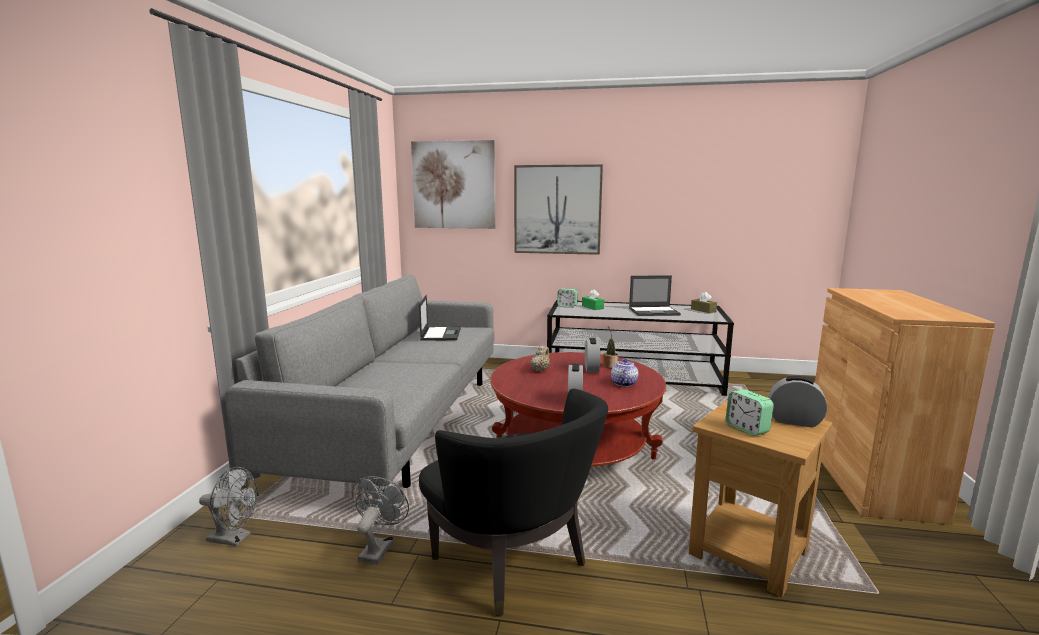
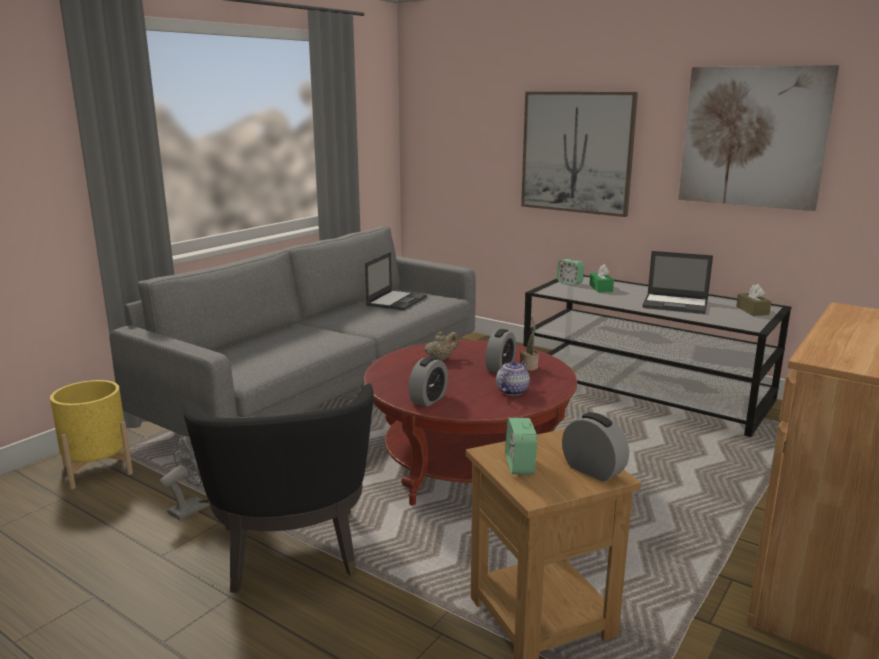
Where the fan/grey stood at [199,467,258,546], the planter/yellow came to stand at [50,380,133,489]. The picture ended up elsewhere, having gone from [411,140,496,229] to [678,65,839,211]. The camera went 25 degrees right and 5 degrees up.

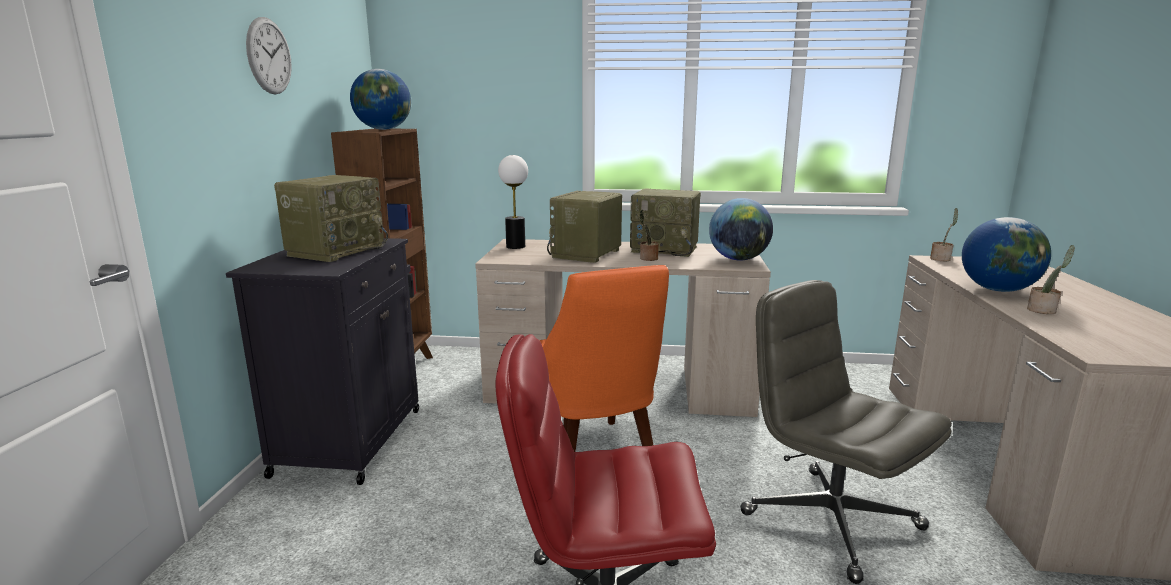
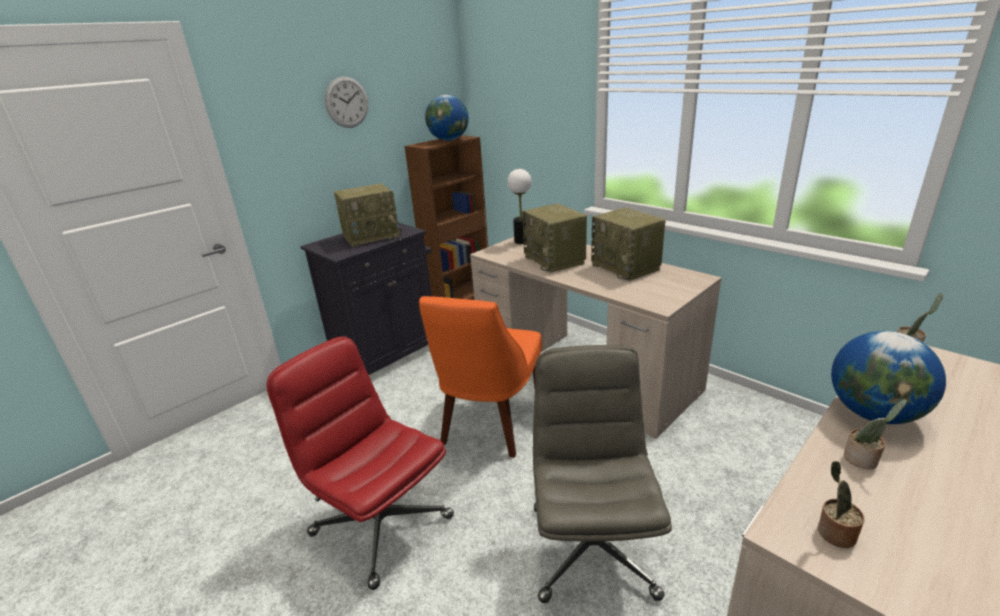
The radio at [547,191,622,263] ended up facing another way, 90 degrees counterclockwise from before. The potted plant ended up elsewhere, having gone from [640,209,659,261] to [818,461,865,548]. The second view lost the globe at [709,198,773,260]. The camera went 40 degrees right and 10 degrees up.

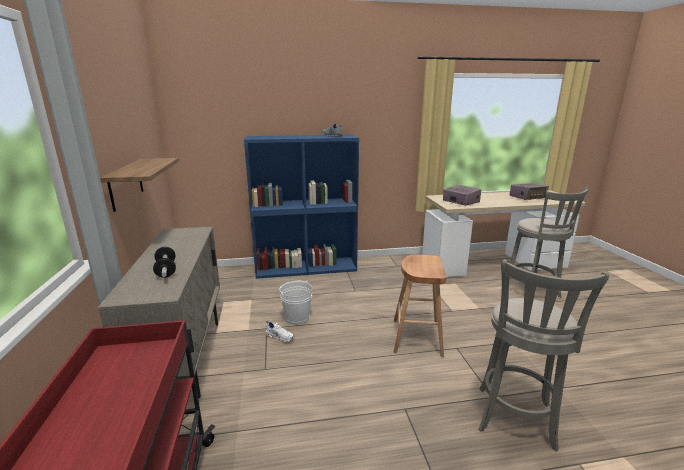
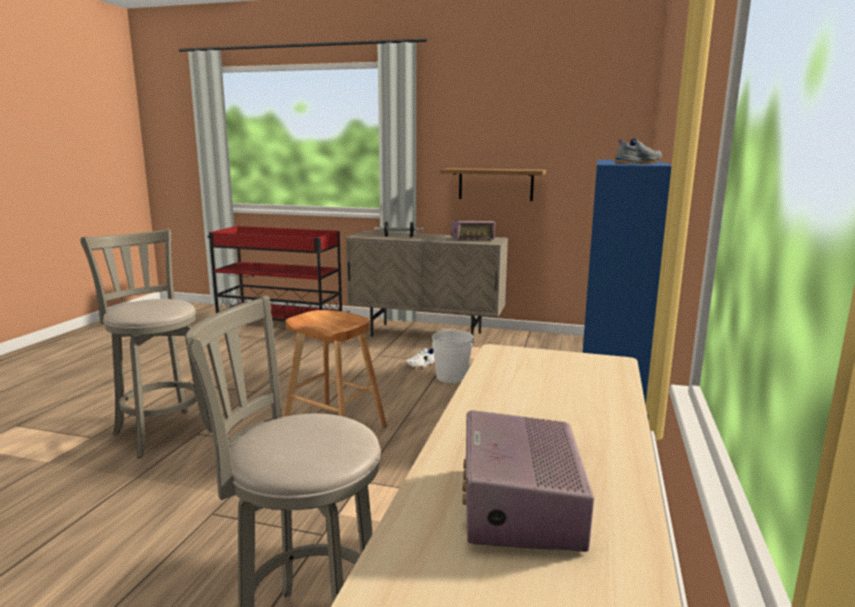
The radio ended up elsewhere, having gone from [443,184,481,206] to [451,220,495,240]. The camera went 115 degrees right and 5 degrees down.

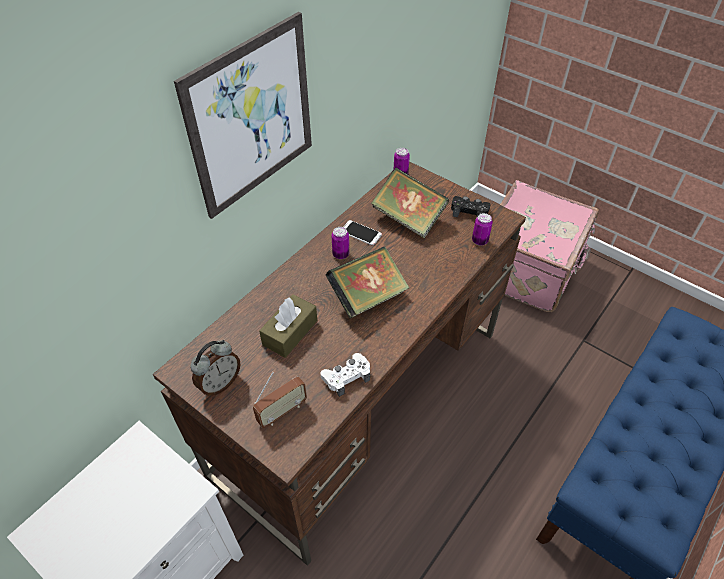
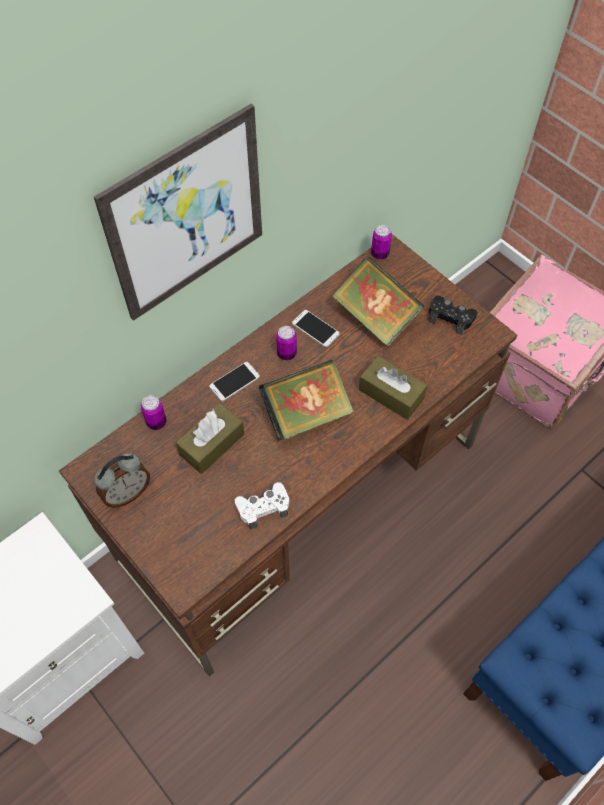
The second view lost the radio at [253,372,307,428]. The can ended up elsewhere, having gone from [472,213,493,245] to [141,395,167,430]. The second view gained the phone at [209,362,260,401]. The second view gained the tissue box/brown at [359,356,428,420]. The camera went 10 degrees right and 10 degrees up.

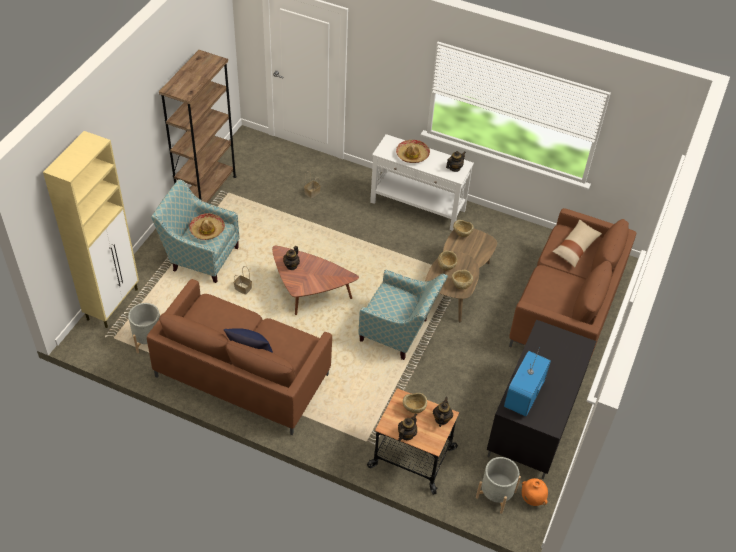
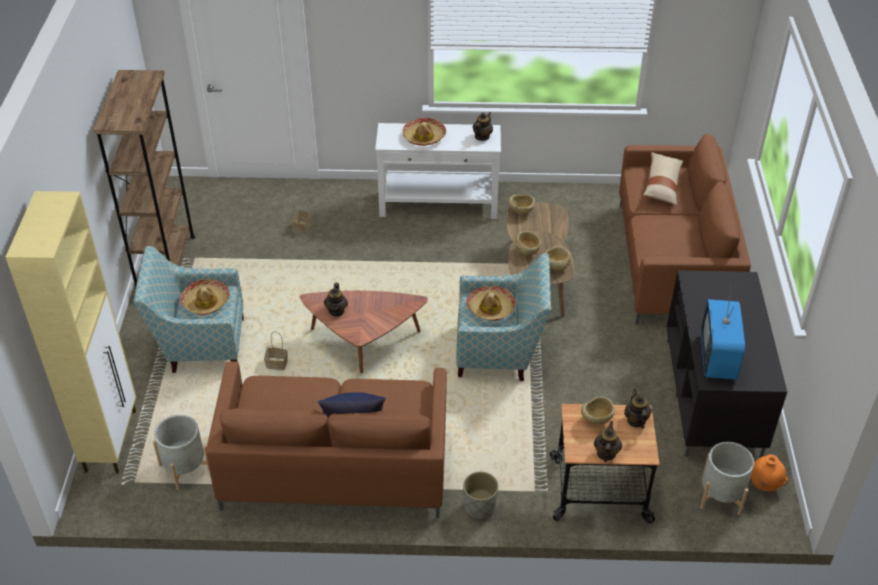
The second view gained the planter/grey at [463,472,499,519]. The second view gained the hat at [466,286,516,321]. The camera went 20 degrees left and 5 degrees down.

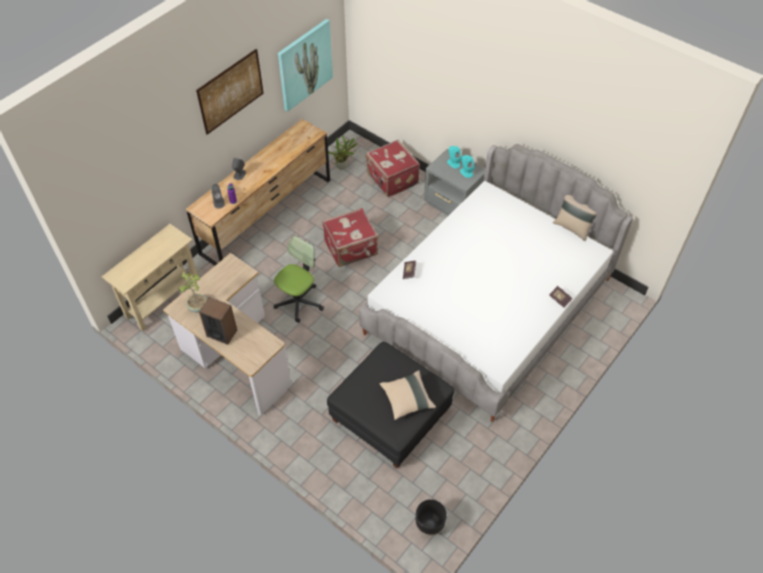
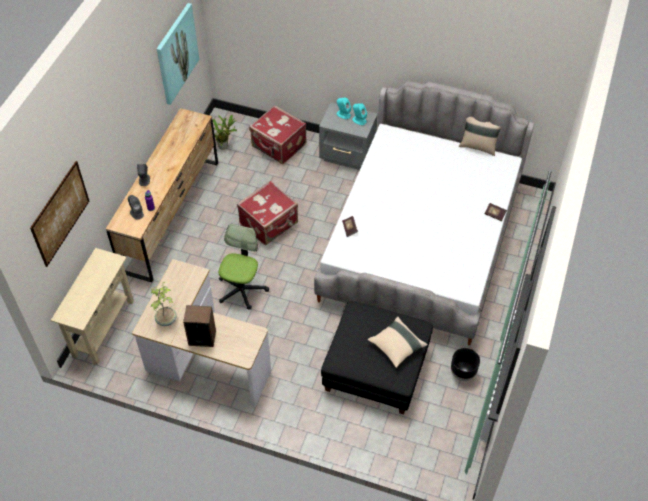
The picture ended up elsewhere, having gone from [196,49,264,135] to [30,161,89,267]. The planter/black ended up elsewhere, having gone from [416,499,447,536] to [451,348,480,381]. The camera went 20 degrees left and 0 degrees up.

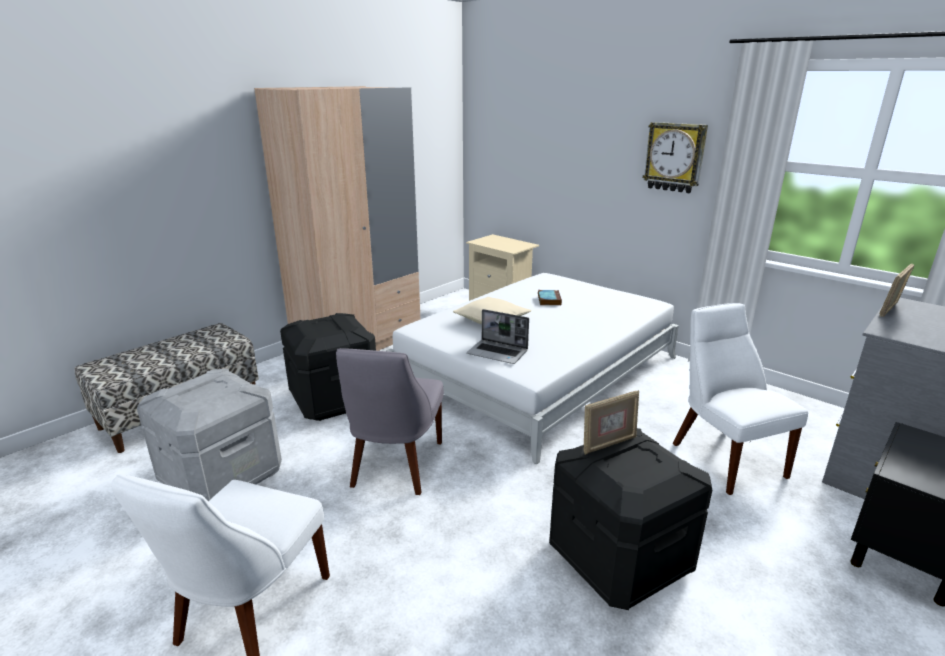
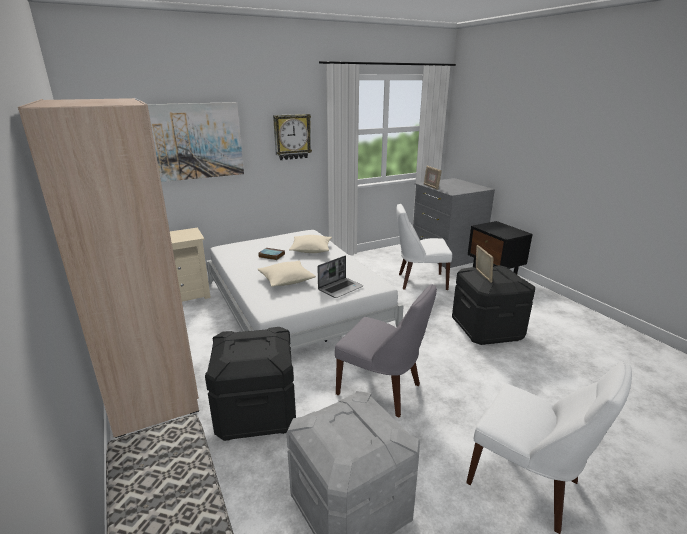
The second view gained the picture at [148,102,244,182]. The second view gained the pillow/beige at [289,235,332,253]. The camera went 70 degrees left and 0 degrees up.

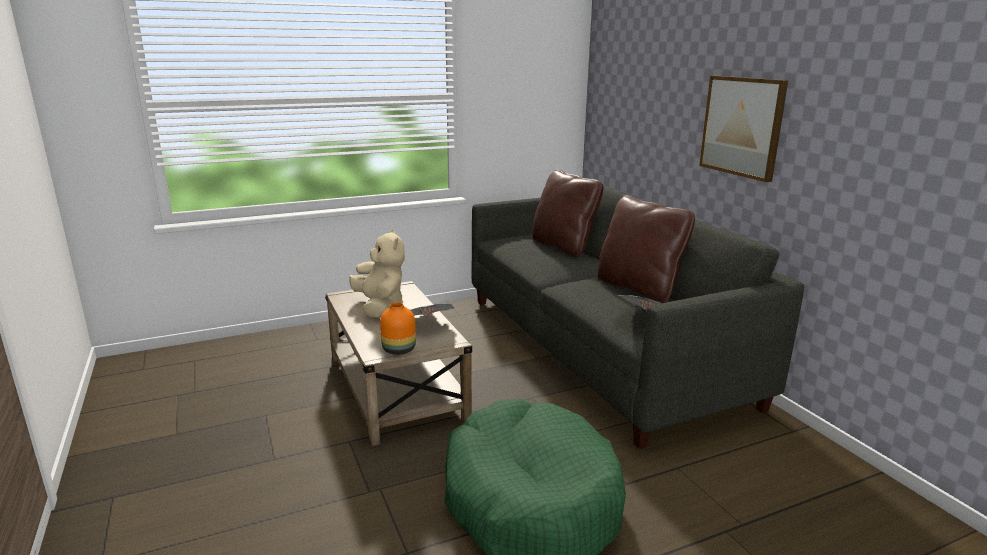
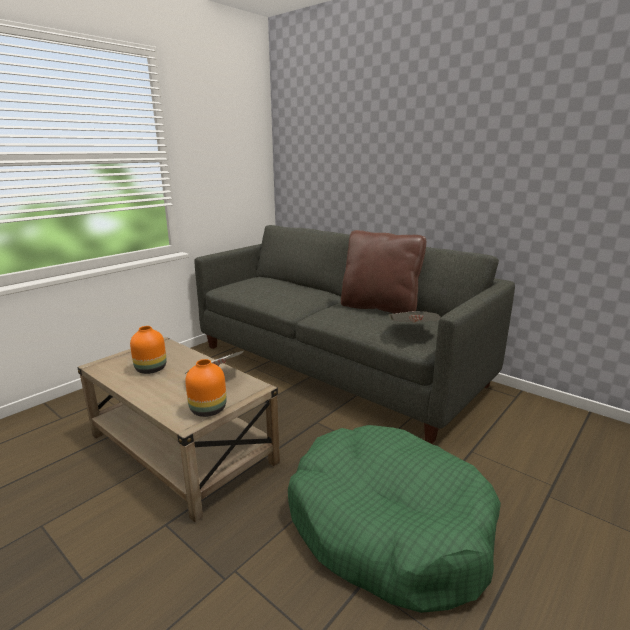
Where the plush toy/beige stood at [349,229,405,318], the vase/orange came to stand at [130,326,167,374]. The second view lost the pillow/brown at [532,170,604,257]. The second view lost the picture at [699,76,788,182]. The camera went 25 degrees left and 0 degrees up.

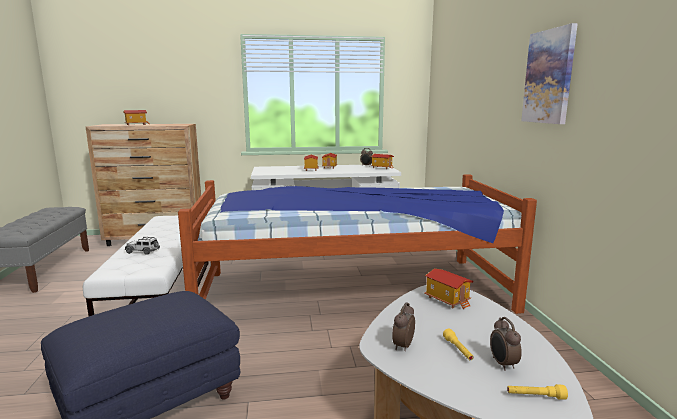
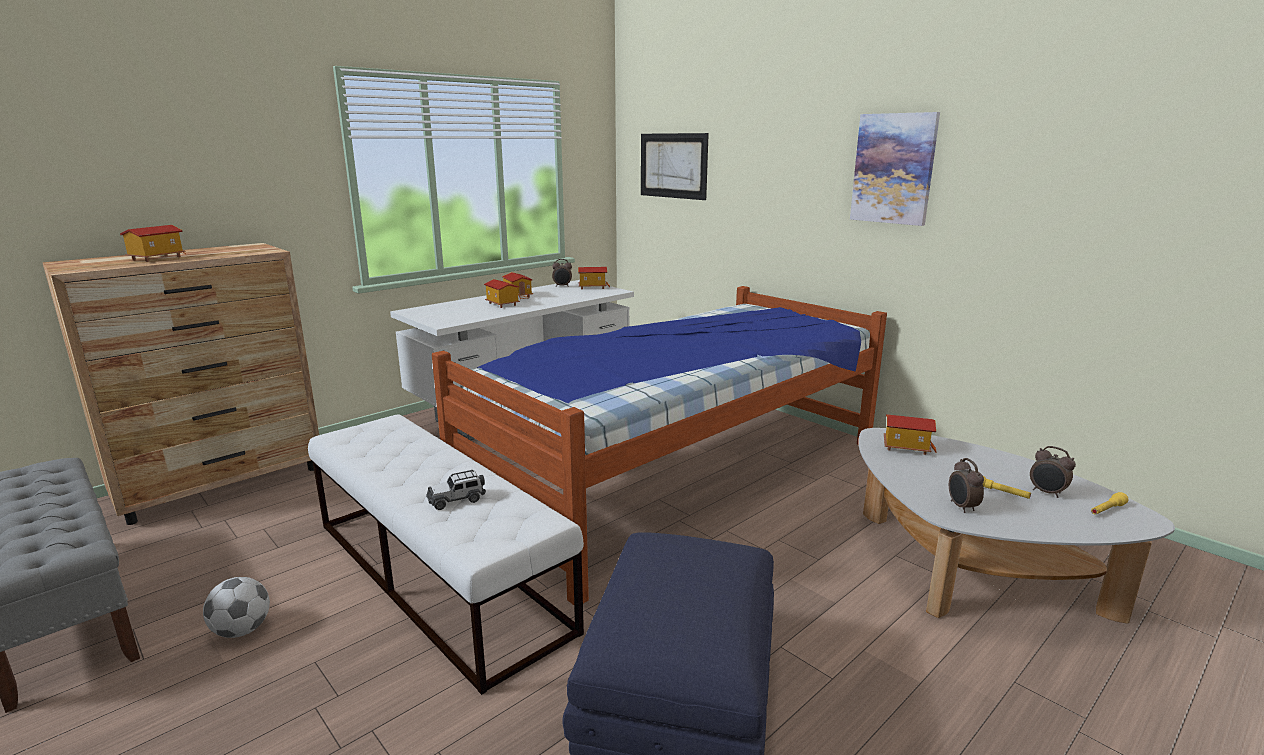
The second view gained the football at [203,577,270,638]. The second view gained the picture at [641,133,709,200]. The camera went 35 degrees left and 5 degrees up.

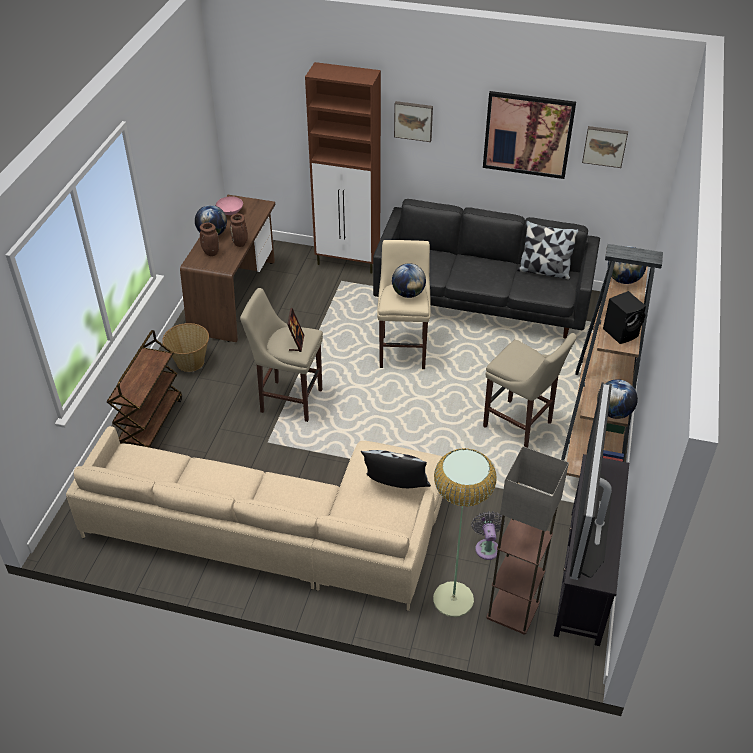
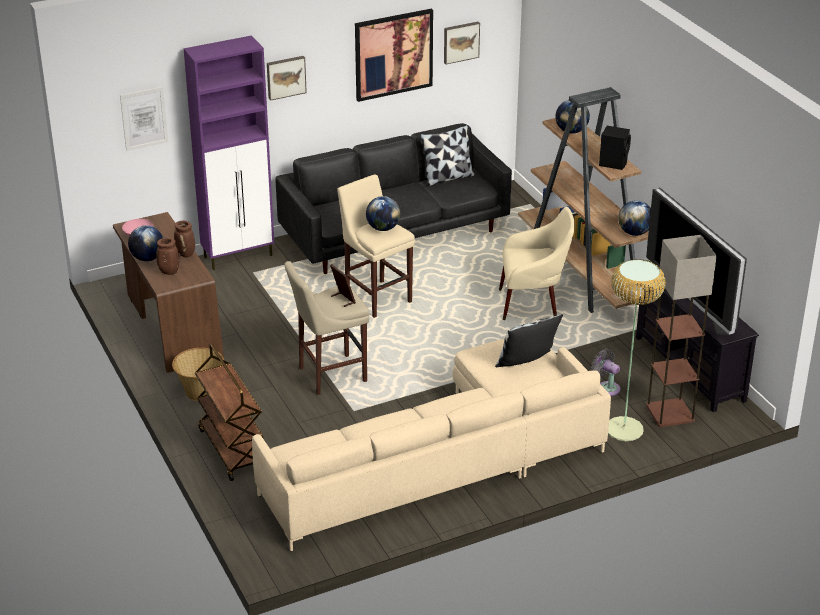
What was the cabinet/brown at [305,62,381,273] turned into the cabinet/purple at [183,35,274,270]. Where the stool/beige stood at [483,333,577,448], the armchair/beige came to stand at [499,207,575,320]. The second view gained the picture at [120,87,168,151]. The camera went 40 degrees left and 10 degrees down.

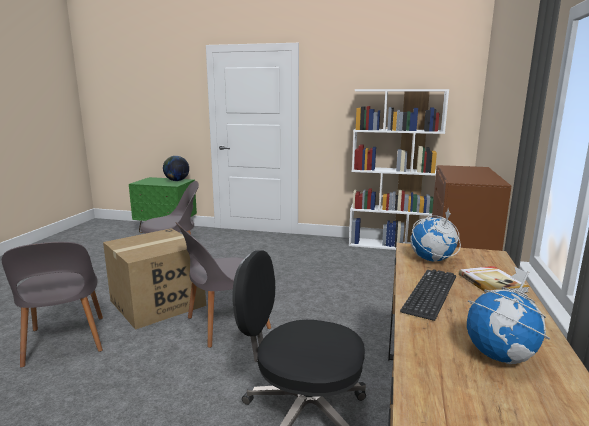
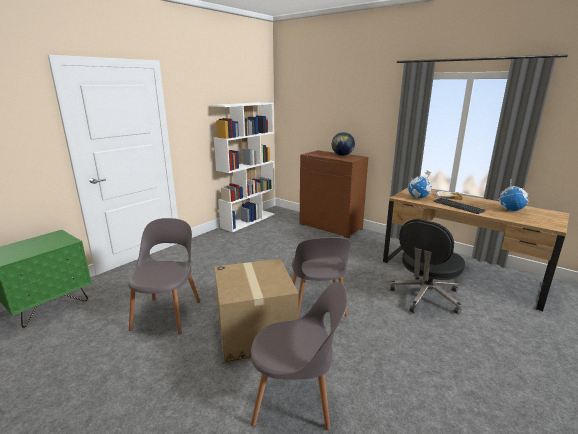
The globe ended up elsewhere, having gone from [163,156,189,181] to [332,132,355,156]. The camera went 65 degrees left and 5 degrees up.

